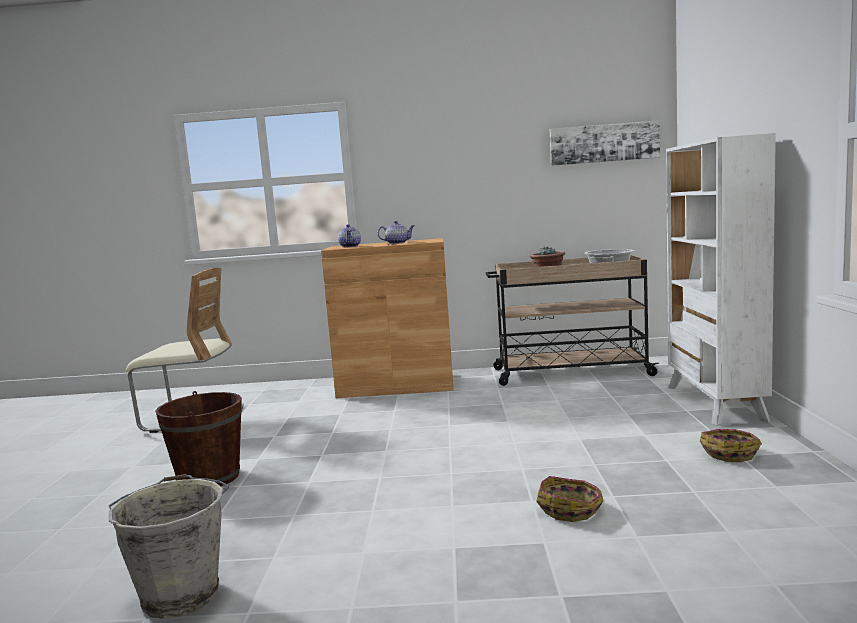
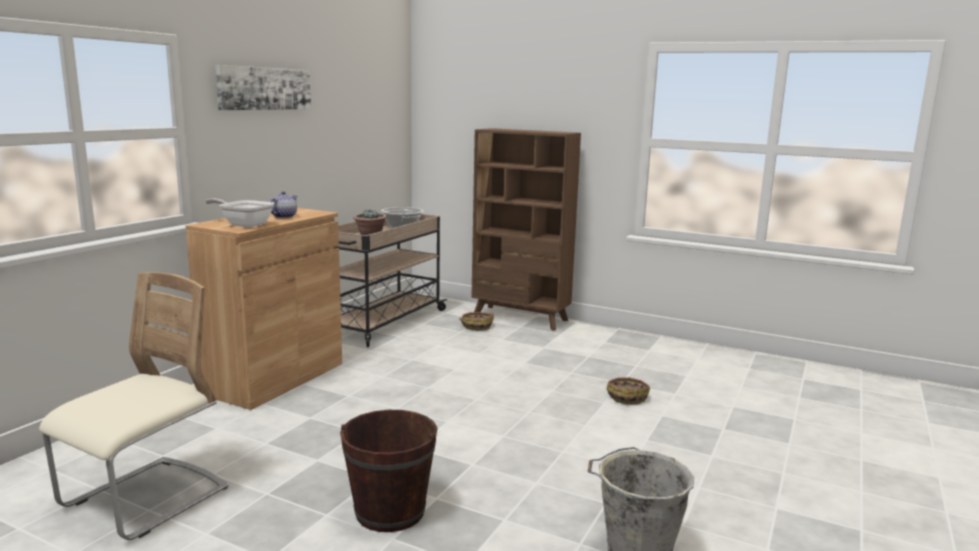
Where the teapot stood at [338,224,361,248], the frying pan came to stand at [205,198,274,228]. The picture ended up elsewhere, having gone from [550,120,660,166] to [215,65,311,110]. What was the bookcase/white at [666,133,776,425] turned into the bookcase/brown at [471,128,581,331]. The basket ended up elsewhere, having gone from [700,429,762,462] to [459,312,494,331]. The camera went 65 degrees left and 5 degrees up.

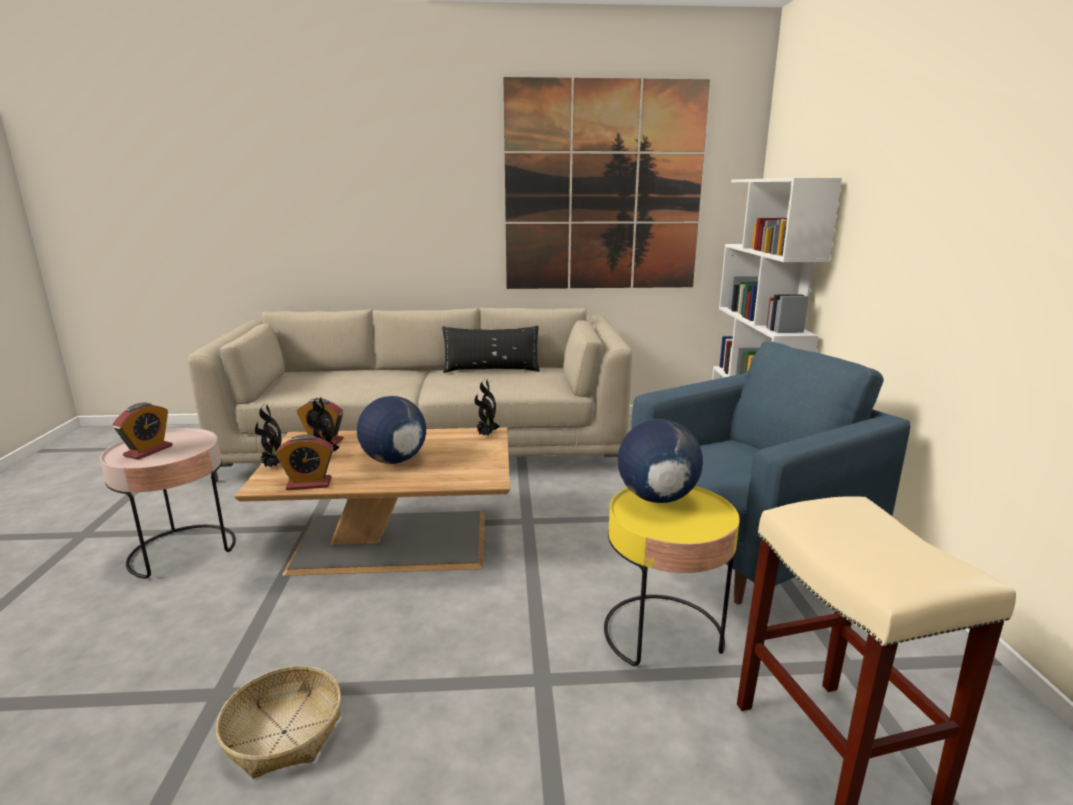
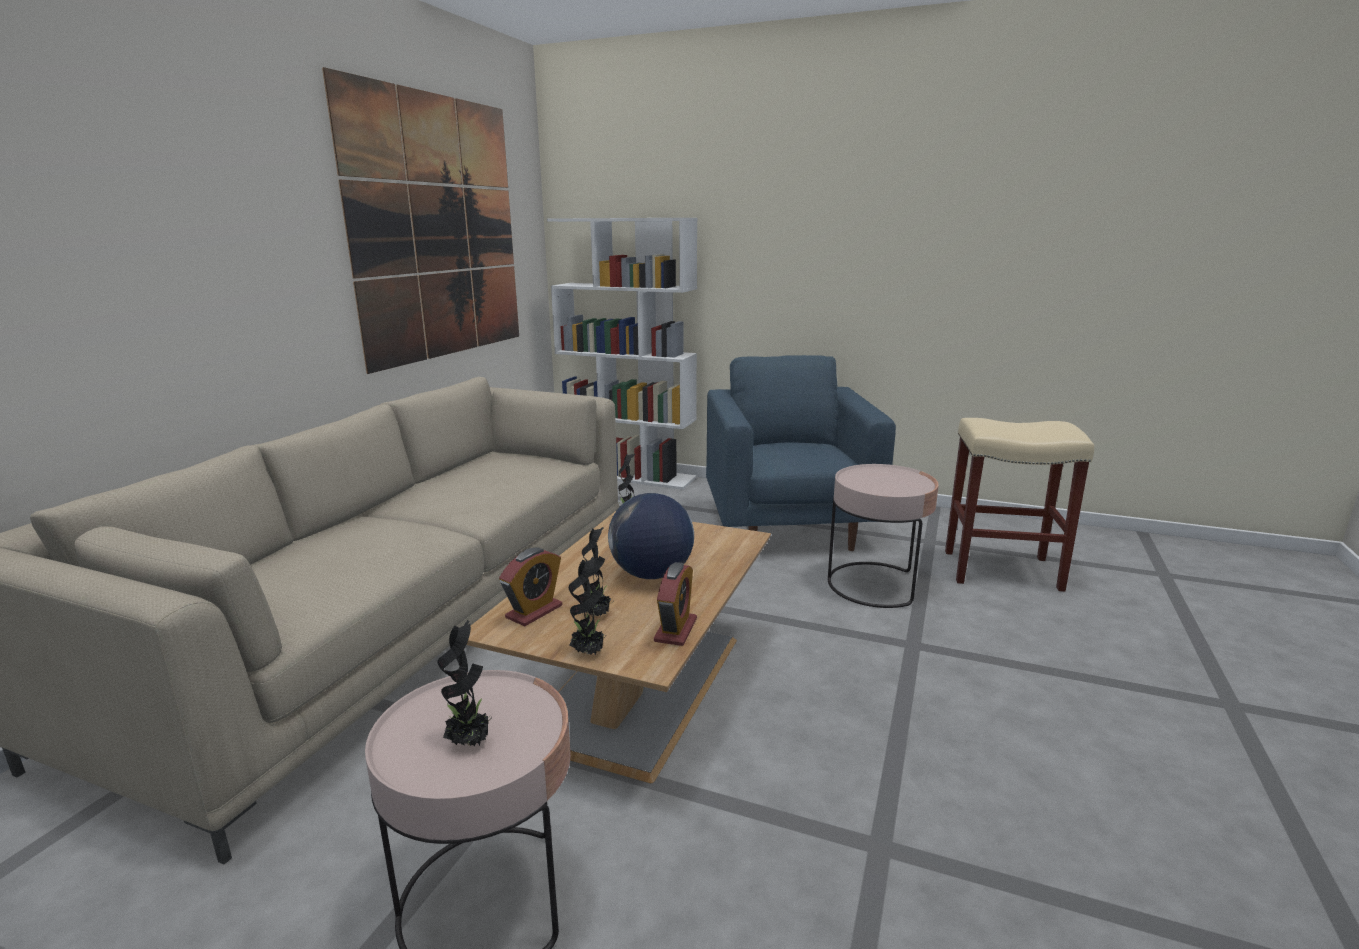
Where the alarm clock stood at [113,403,173,460], the potted plant came to stand at [437,620,492,746]. The second view lost the basket at [216,666,341,779]. The second view lost the pillow/black at [442,326,540,373]. What was the side table/yellow at [604,486,740,666] turned into the side table/pink at [828,464,939,608]. The second view lost the globe at [618,419,703,503]. The camera went 65 degrees left and 0 degrees up.

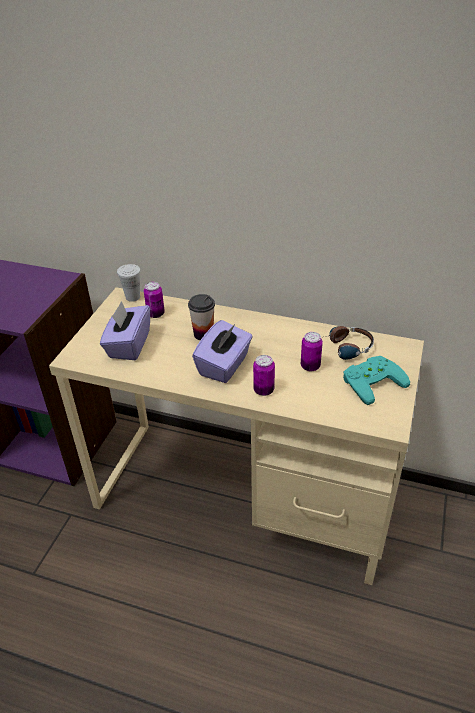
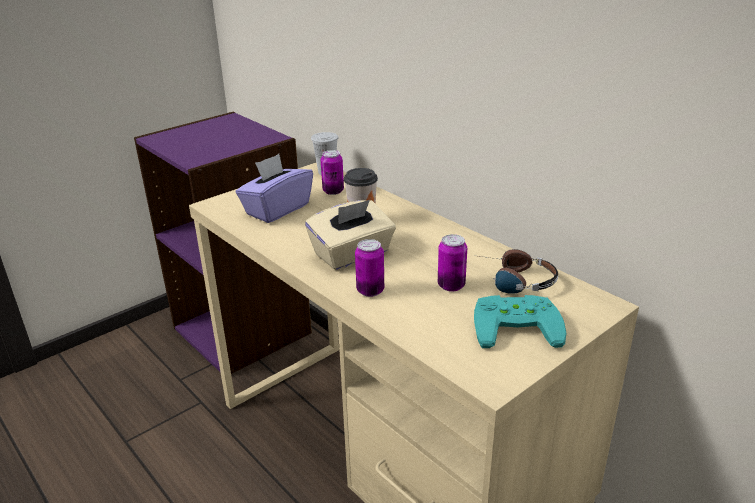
What was the tissue box/purple at [192,320,253,383] turned into the tissue box/beige at [305,200,396,270]. The camera went 30 degrees right and 10 degrees down.

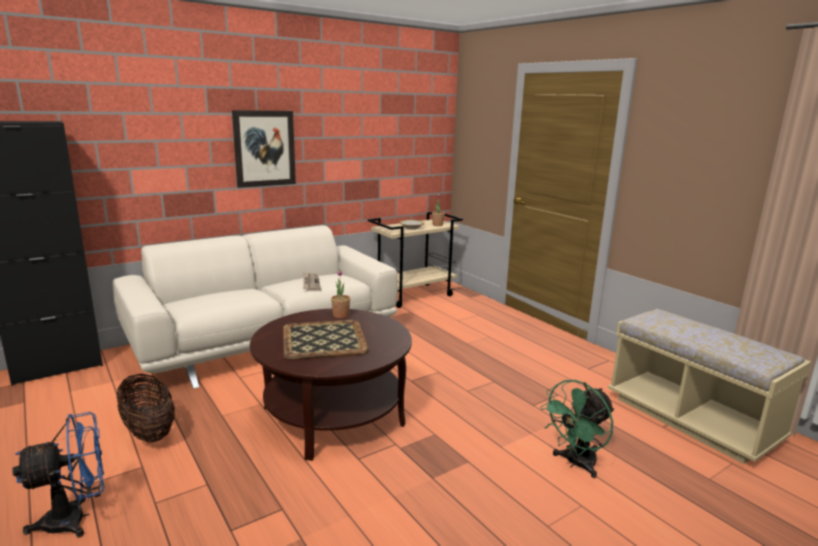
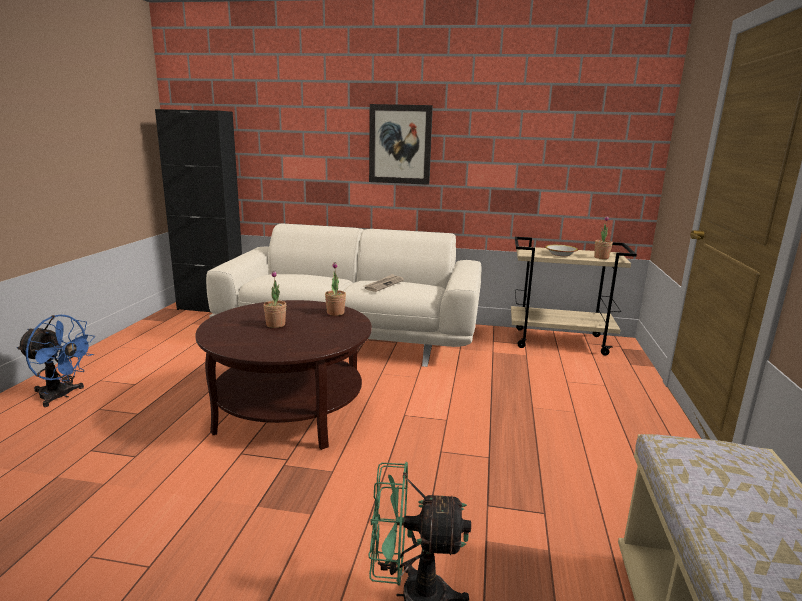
The second view lost the basket at [117,374,175,442]. Where the tray stood at [283,320,369,360], the potted plant came to stand at [263,271,286,328]. The camera went 45 degrees right and 0 degrees up.

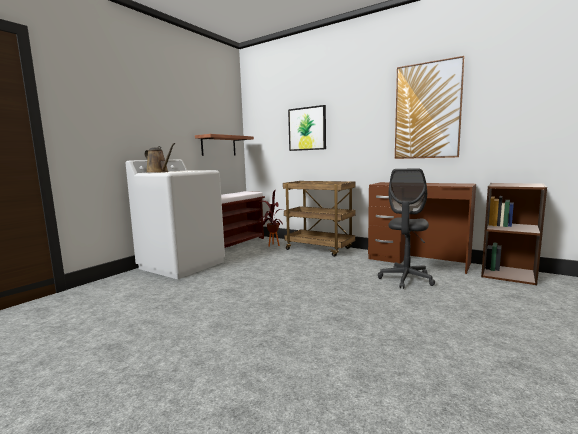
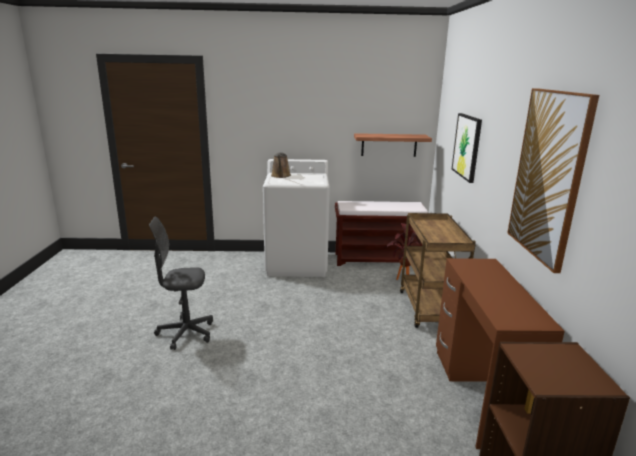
The office chair/grey ended up elsewhere, having gone from [378,169,435,289] to [149,217,213,350]. The camera went 55 degrees right and 10 degrees up.

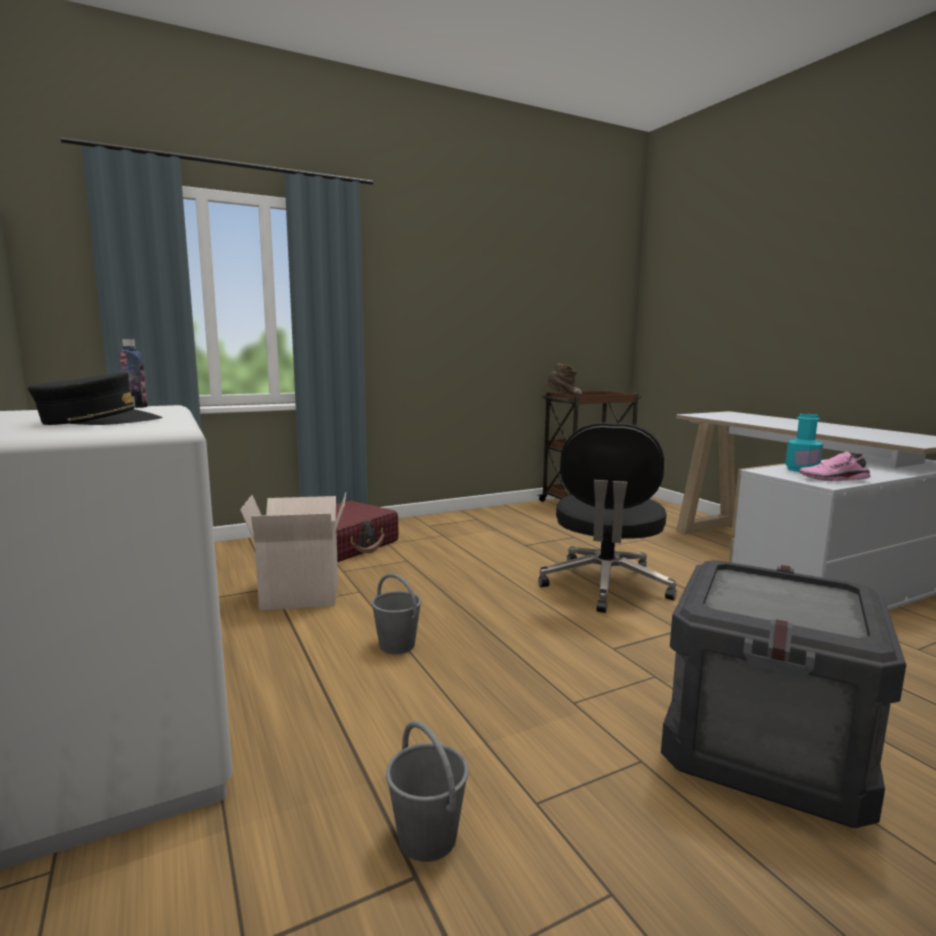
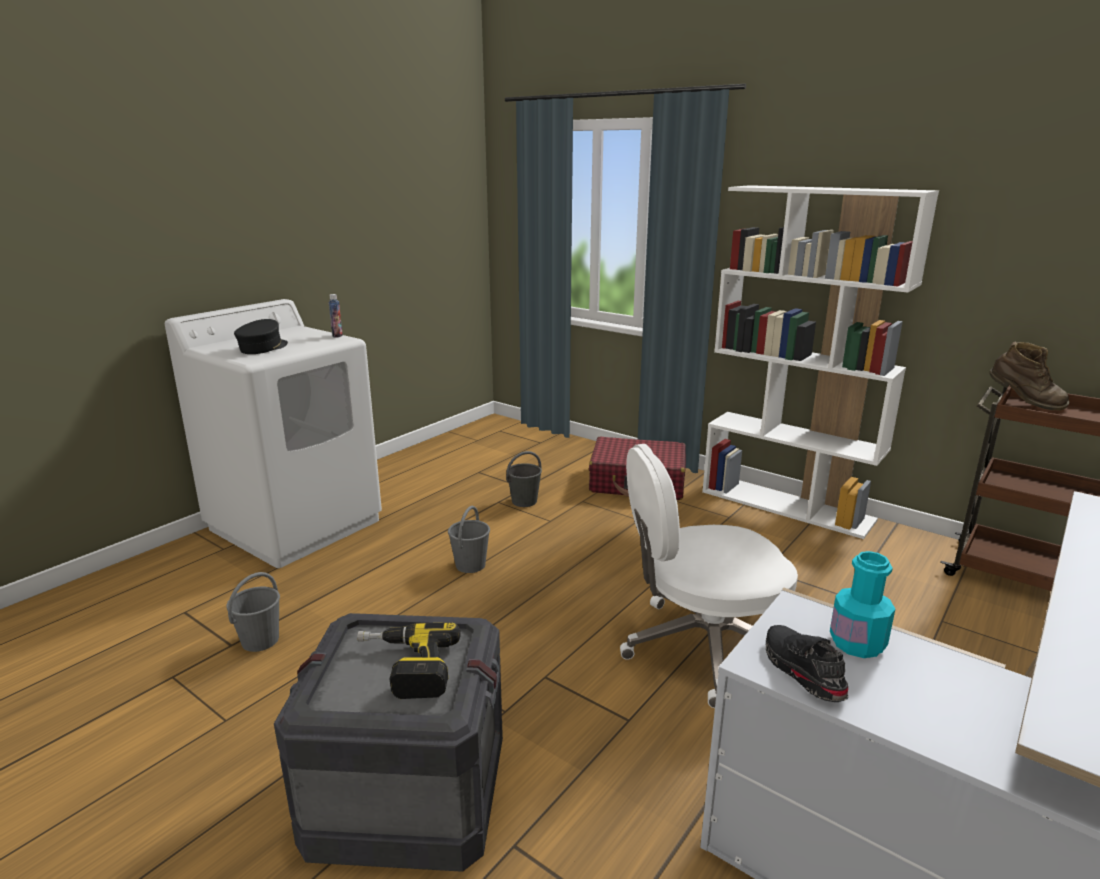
The cap/black at [28,372,162,425] ended up facing another way, 120 degrees counterclockwise from before. Where the cardboard box stood at [240,492,346,610], the bucket/grey came to stand at [506,451,542,507]. What was the office chair/black at [538,422,677,613] turned into the office chair/white at [620,444,798,708]. What was the shoe/pink at [799,452,872,481] turned into the shoe/black at [766,625,848,702]. The second view gained the power drill at [357,622,461,699]. The second view gained the bookcase/white at [702,185,939,539]. The camera went 65 degrees right and 10 degrees up.

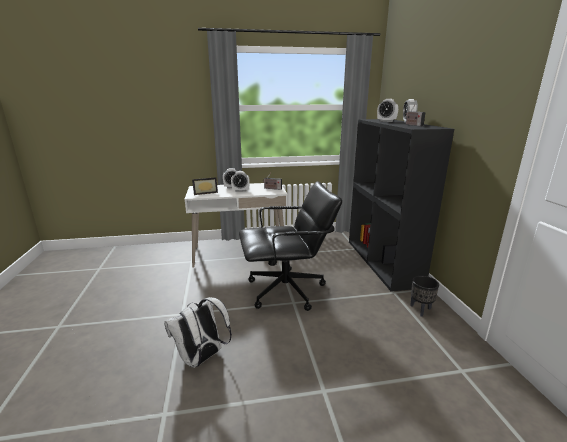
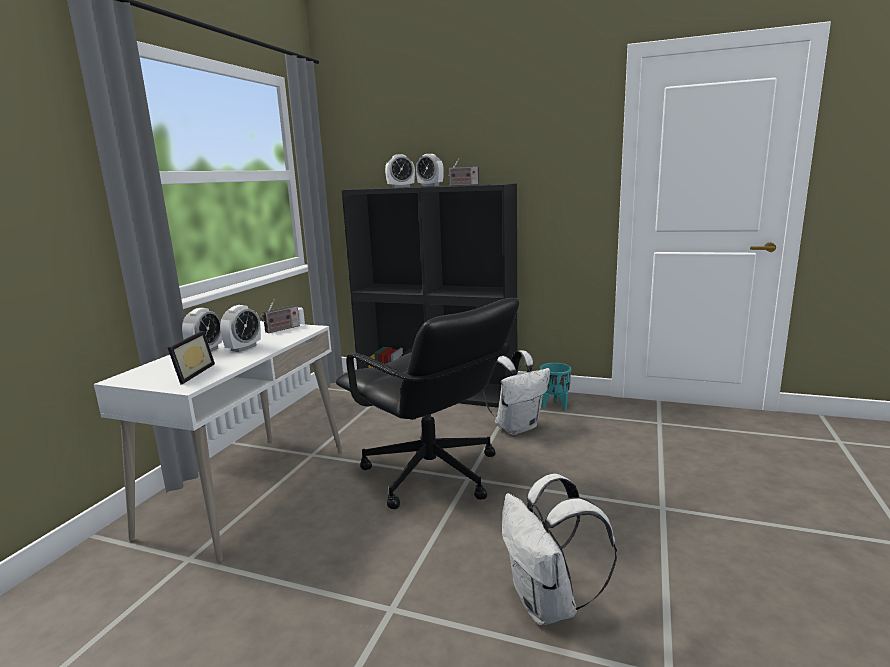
The office chair/black at [239,181,342,311] ended up facing another way, 120 degrees clockwise from before. What was the planter/black at [410,276,439,317] turned into the planter/turquoise at [540,363,571,410]. The second view gained the backpack/white at [483,350,550,435]. The camera went 60 degrees left and 5 degrees down.

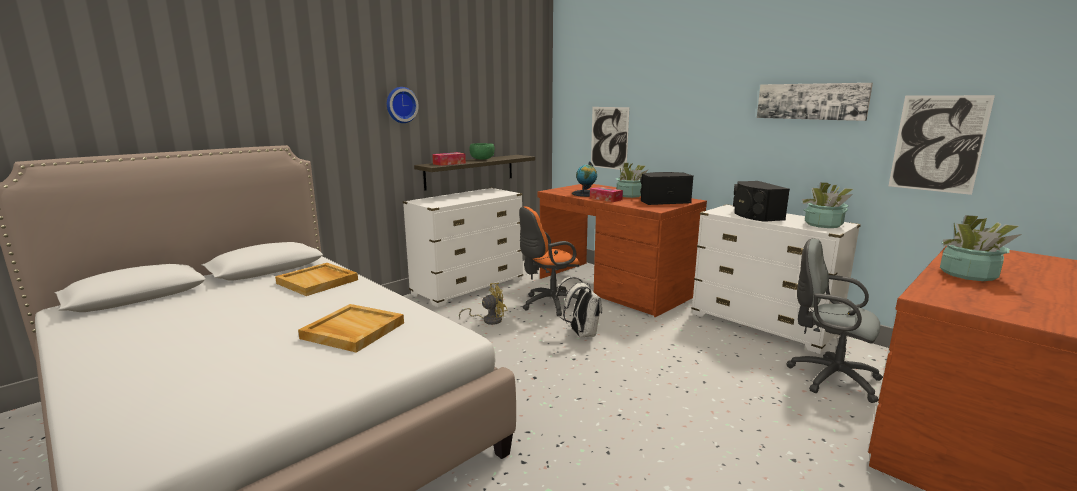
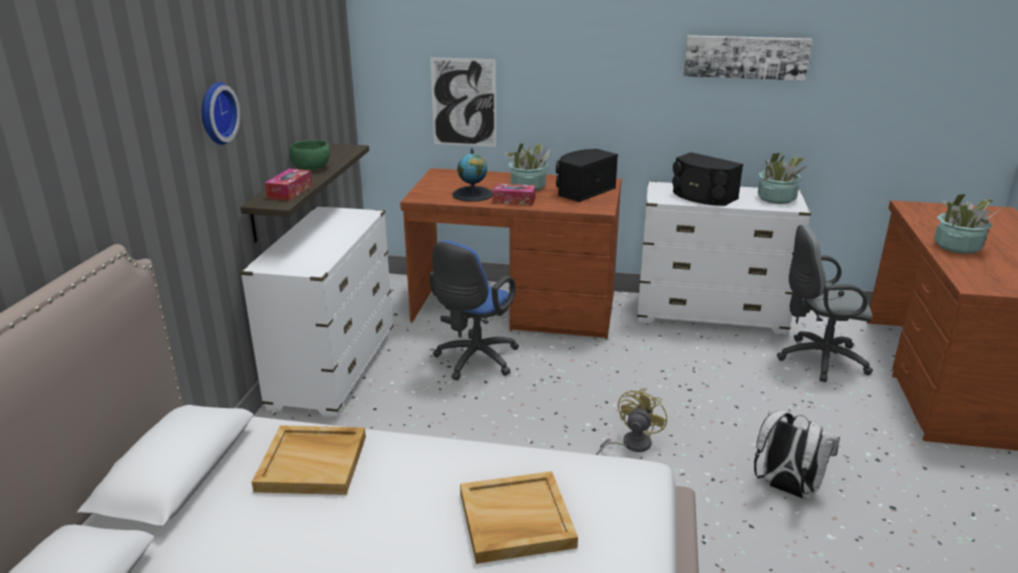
The fan/yellow ended up elsewhere, having gone from [459,283,507,325] to [596,388,667,455]. What was the office chair/orange at [519,206,580,316] turned into the office chair/blue at [429,240,519,380]. The backpack/white ended up elsewhere, having gone from [555,277,602,337] to [754,410,840,499]. The second view lost the picture at [889,95,995,195]. The camera went 35 degrees left and 10 degrees up.

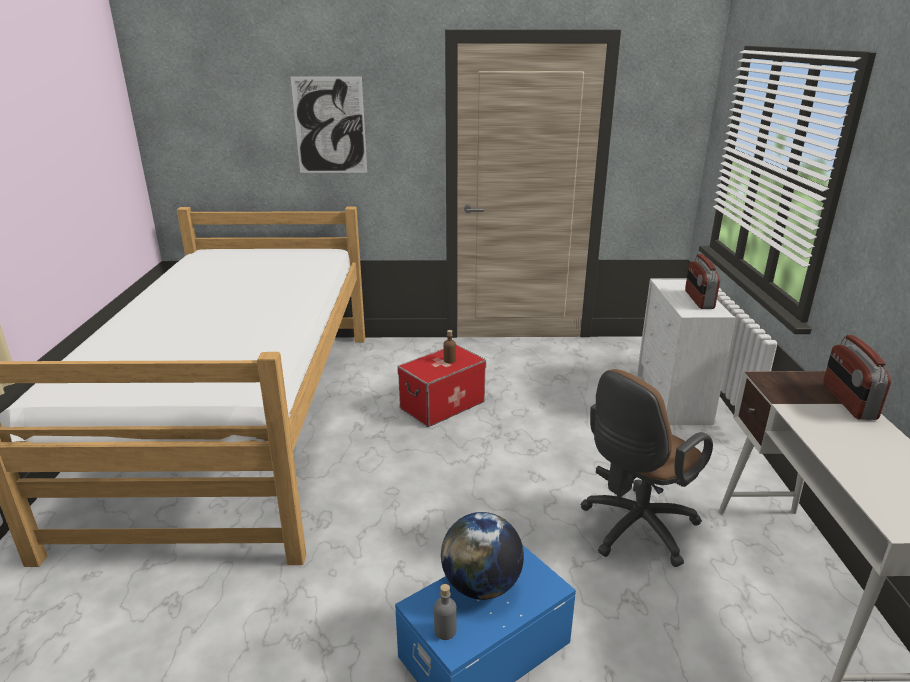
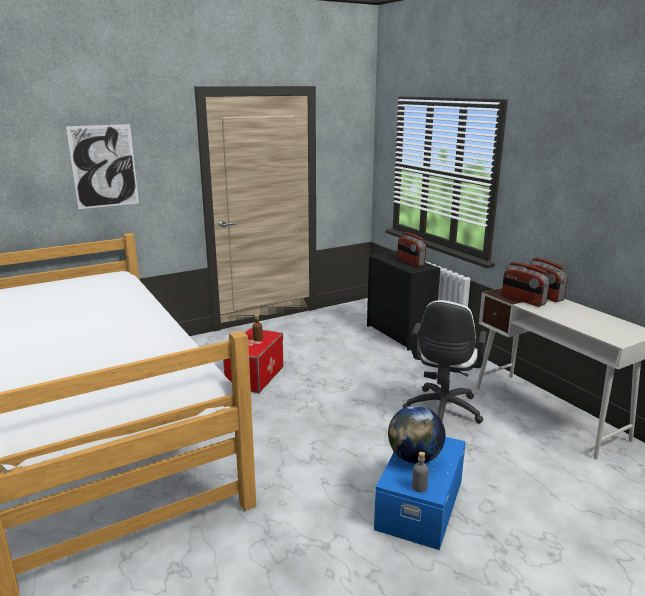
What was the office chair/brown at [580,369,713,567] turned into the office chair/white at [403,300,486,424]. What was the dresser/white at [637,278,736,425] turned into the dresser/black at [367,250,440,351]. The second view gained the radio at [502,262,550,307]. The camera went 30 degrees left and 5 degrees down.

